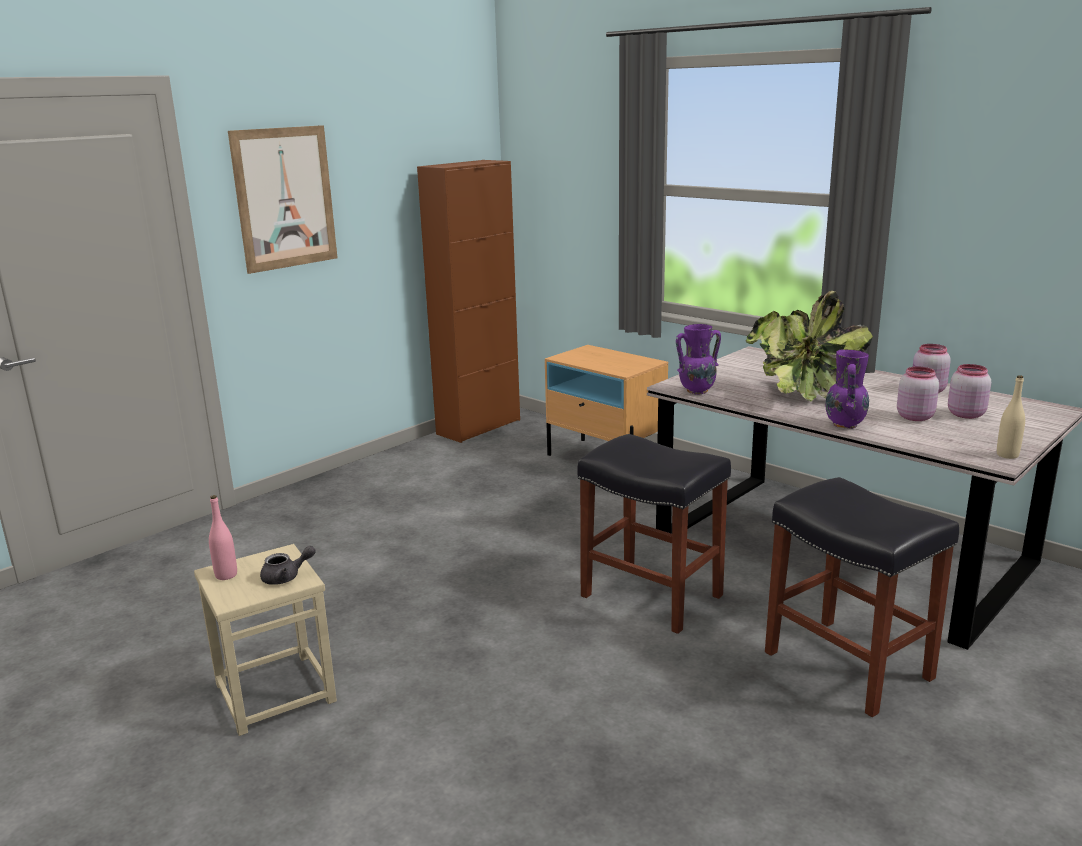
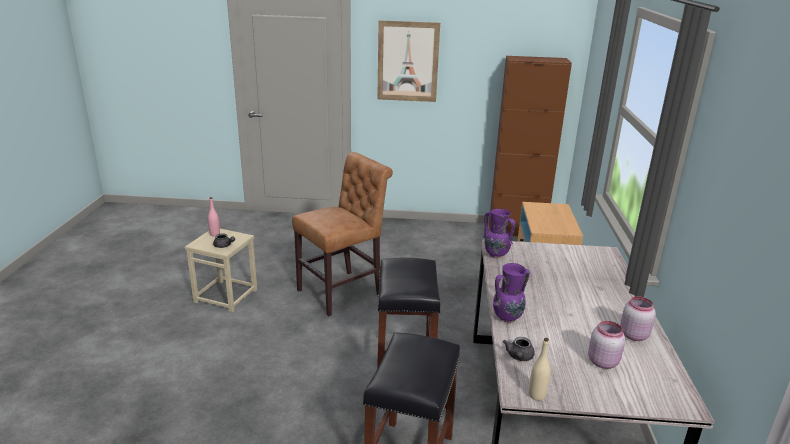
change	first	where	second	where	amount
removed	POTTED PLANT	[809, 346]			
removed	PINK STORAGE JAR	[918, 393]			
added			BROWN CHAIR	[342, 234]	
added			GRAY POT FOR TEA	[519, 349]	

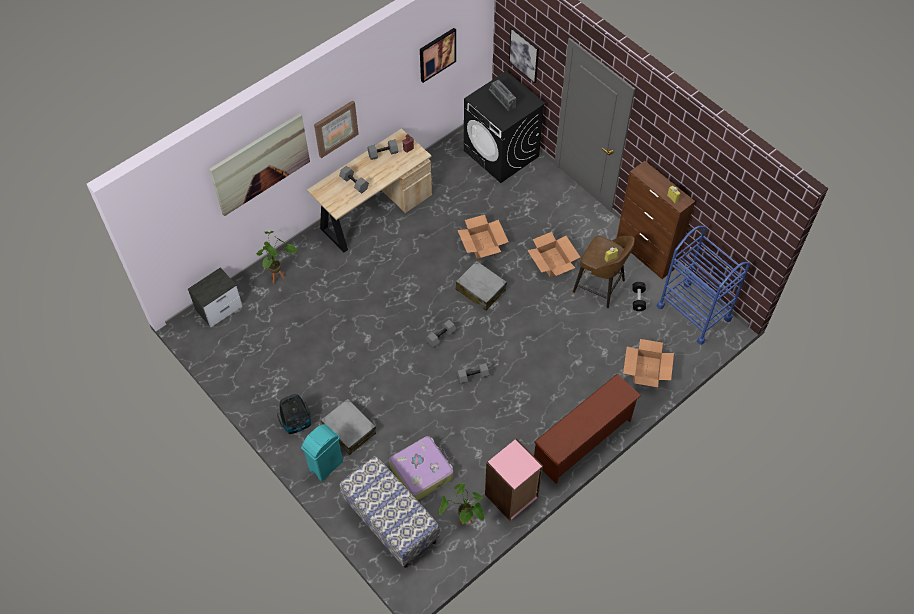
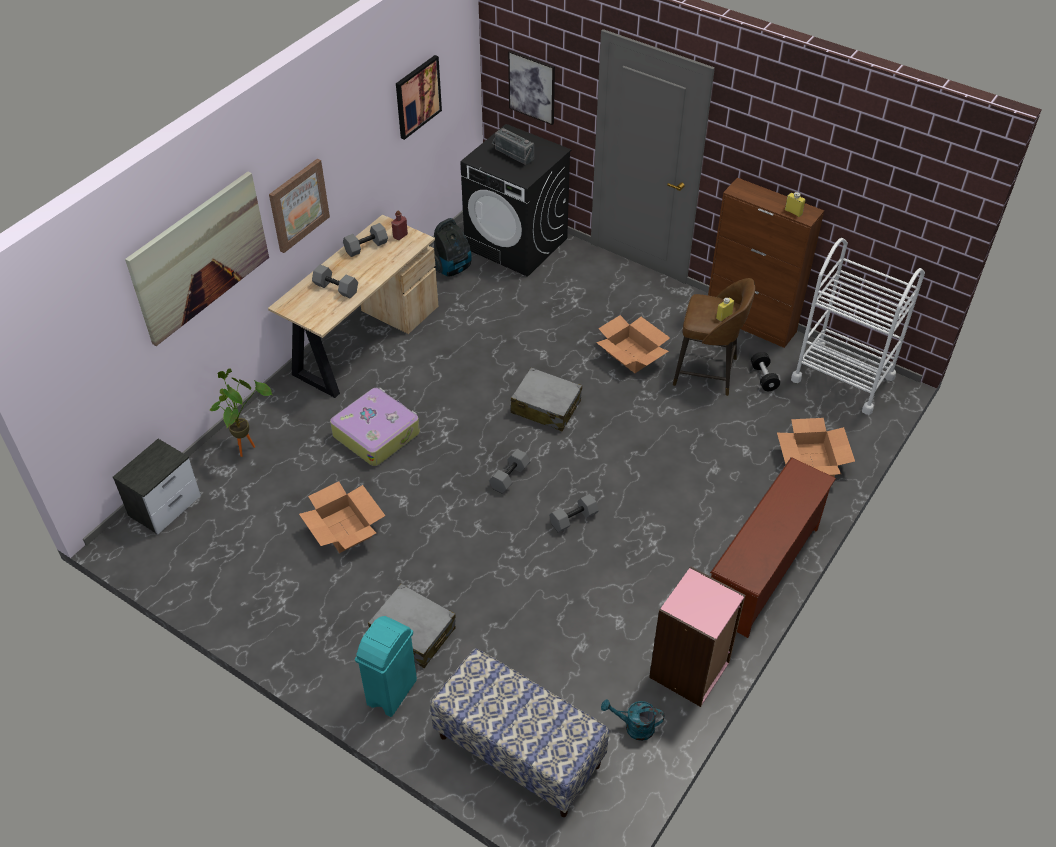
change	first	where	second	where	amount
moved	CARTON	[483, 237]		[342, 517]	
recoloured	BLUE WHEELED CART	[703, 285]	WHITE-COLOURED WHEELED CART	[858, 326]	
moved	VACUUM CLEANER	[294, 414]		[453, 247]	
moved	SUITCASE	[421, 468]		[375, 427]	
replaced	POTTED PLANT	[461, 504]	BLUE-GREEN WATERING POT	[632, 720]	

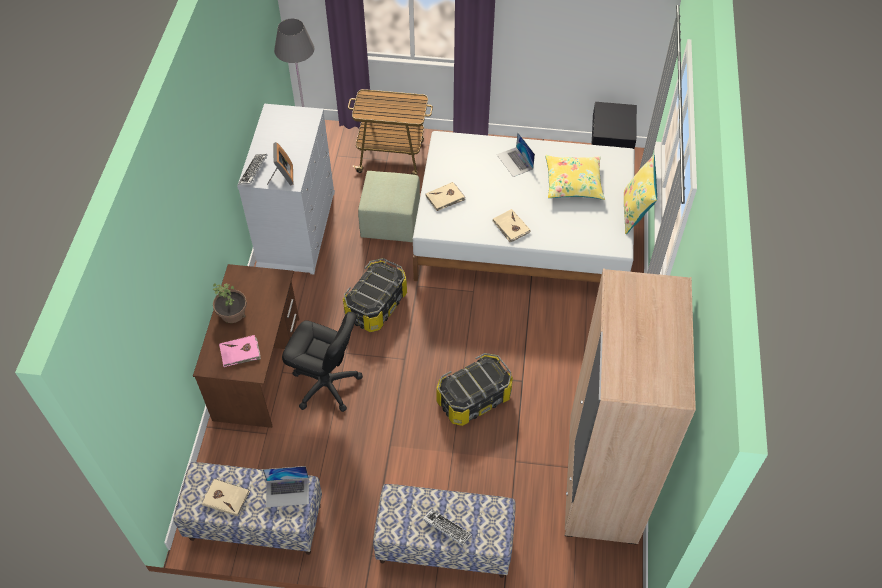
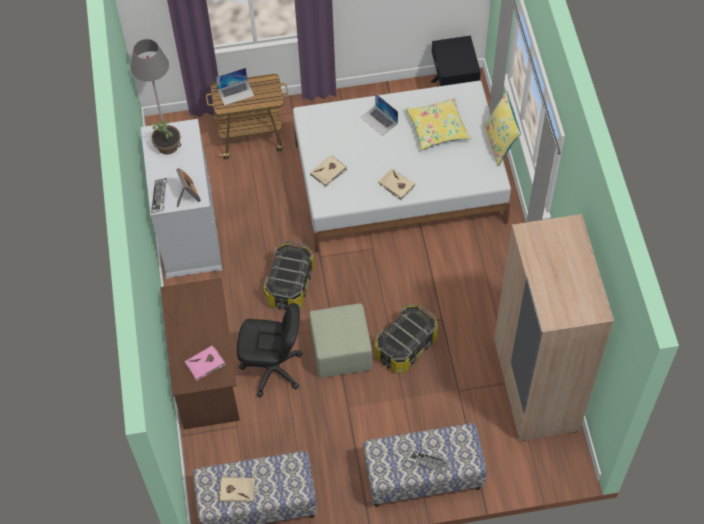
change	first	where	second	where	amount
moved	GREEN-COLOURED OTTOMAN	[389, 206]		[340, 341]	
moved	POTTED PLANT	[230, 303]		[165, 137]	
moved	NOTEBOOK COMPUTER	[286, 486]		[235, 87]	

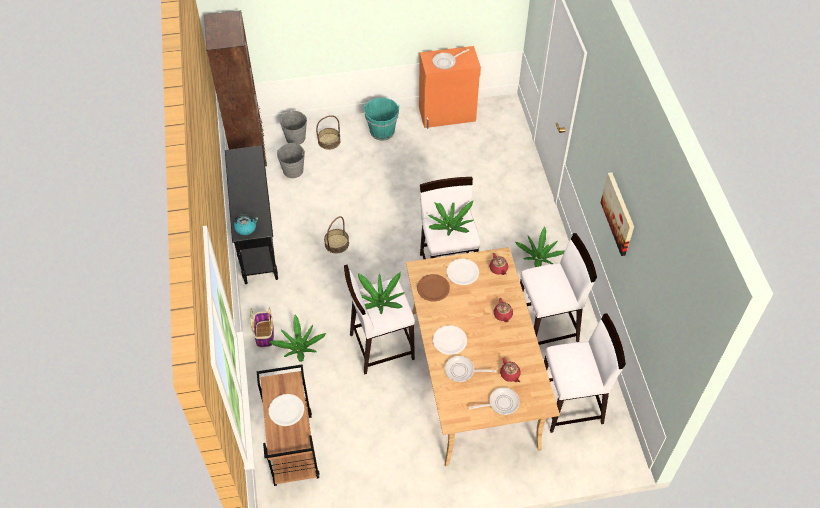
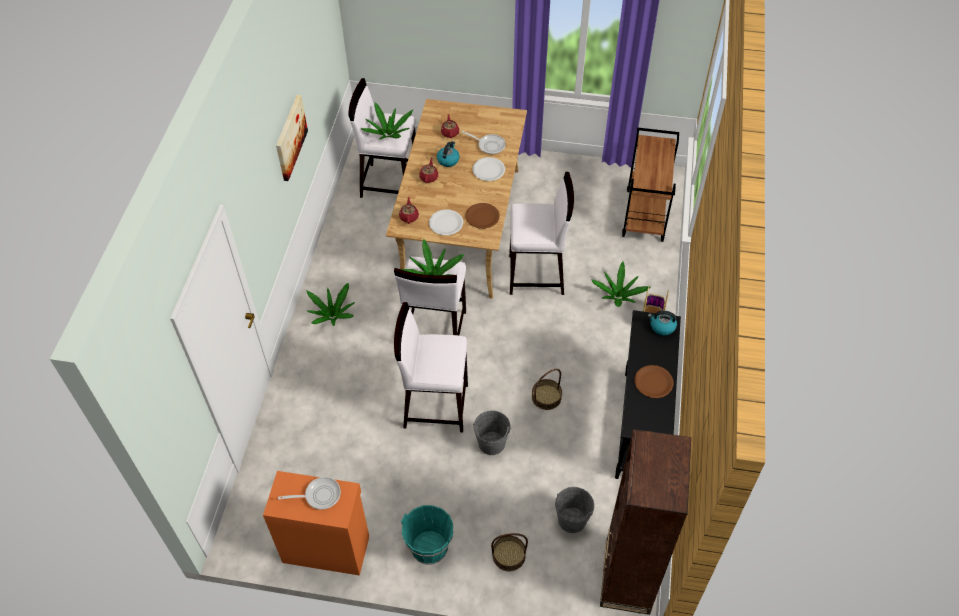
change	first	where	second	where	amount
moved	GRAY WATER BUCKET	[293, 127]		[492, 433]	
moved	WHITE-COLOURED SITTING STOOL	[558, 289]		[431, 367]	
moved	POTTED PLANT	[381, 293]		[387, 120]	
removed	PAN	[494, 401]			
removed	WHITE-COLOURED DINNER PLATE	[286, 410]			
added			KETTLE	[448, 154]	
added			BROWN DINNER PLATE	[653, 381]	

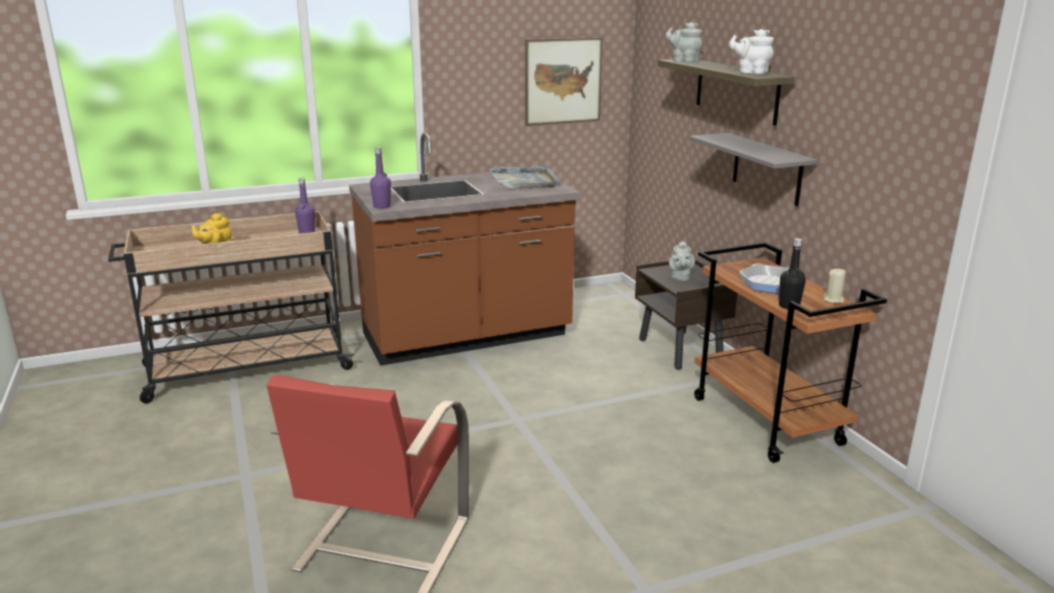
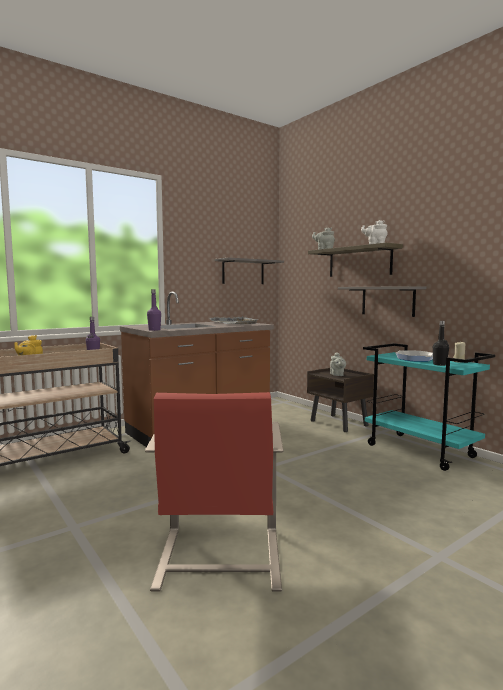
change	first	where	second	where	amount
replaced	WALL ART	[564, 81]	GRAY SHELF	[249, 271]	
recoloured	BROWN WHEELED CART	[790, 352]	BLUE-GREEN WHEELED CART	[429, 407]	

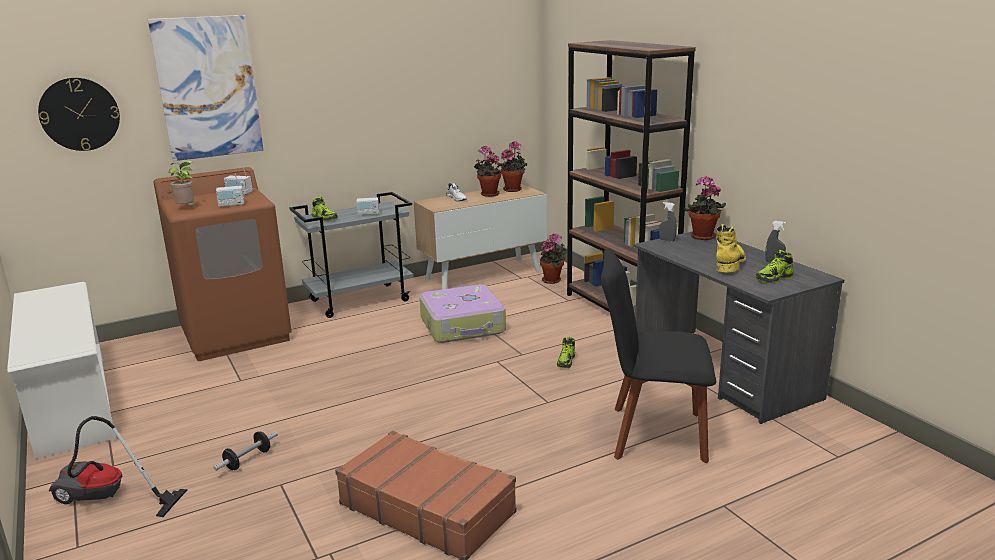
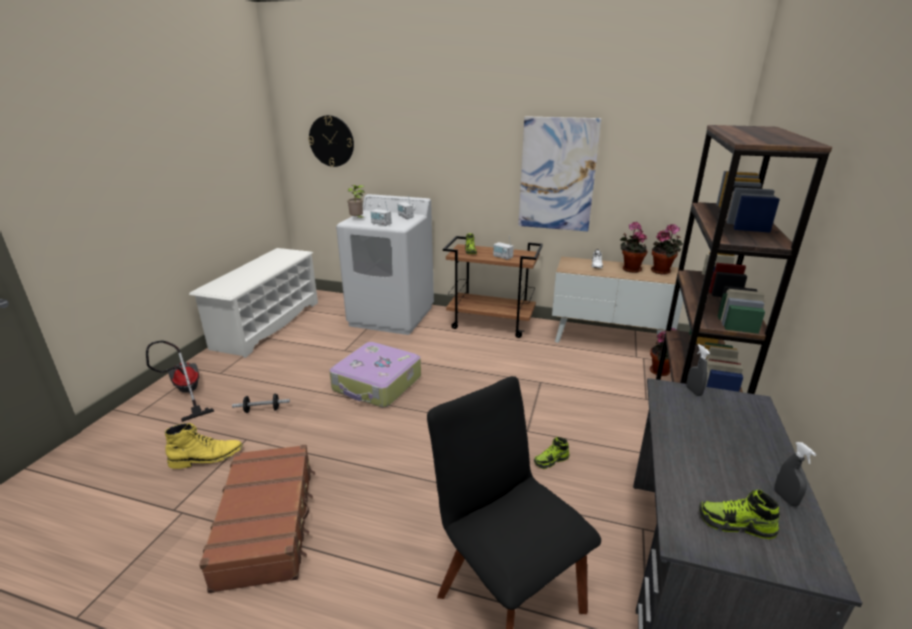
change	first	where	second	where	amount
moved	WALL ART	[205, 88]		[559, 174]	
recoloured	BROWN LAUNDRY MACHINE	[222, 264]	WHITE-COLOURED LAUNDRY MACHINE	[385, 264]	
removed	POTTED PLANT	[705, 208]			
recoloured	GRAY WHEELED CART	[351, 255]	BROWN WHEELED CART	[493, 287]	
moved	YELLOW-COLOURED BOOT	[731, 248]		[204, 446]	
moved	SUITCASE	[462, 313]		[375, 374]	

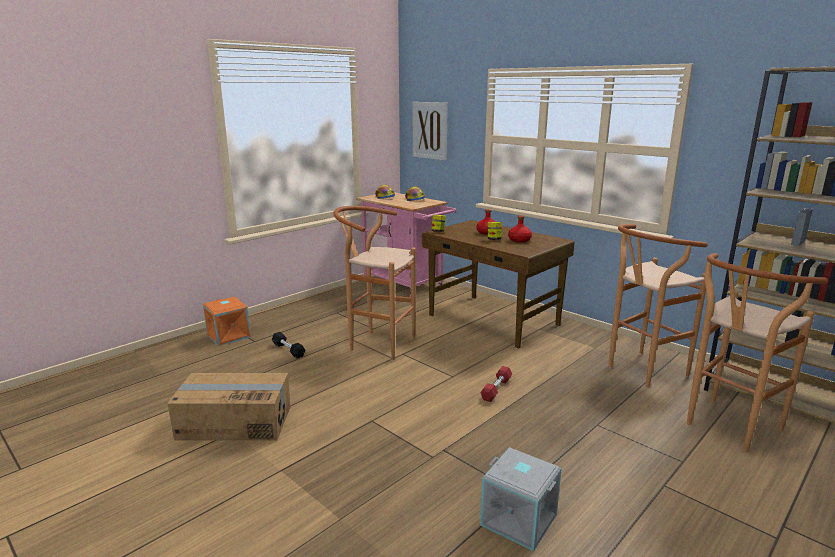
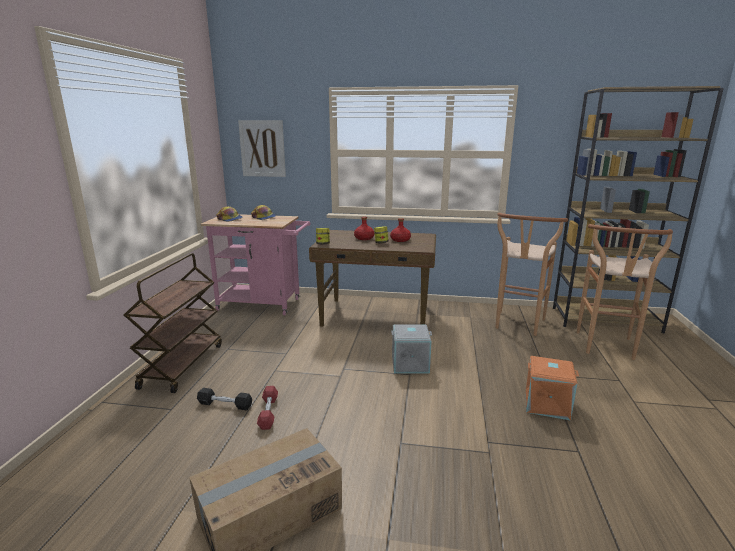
change	first	where	second	where	amount
removed	BROWN SITTING STOOL	[374, 283]			
moved	ORANGE STORAGE BIN	[227, 321]		[552, 388]	
moved	RED-COLOURED DUMBBELL	[496, 384]		[267, 408]	
moved	GRAY STORAGE BIN	[521, 499]		[411, 349]	
added			BROWN WHEELED CART	[173, 323]	

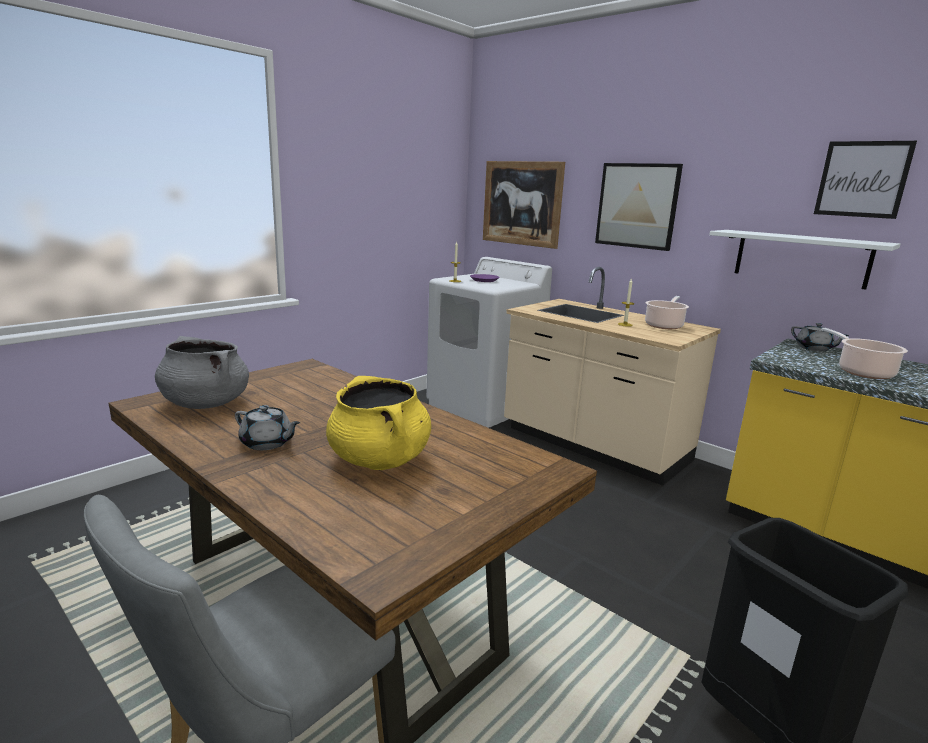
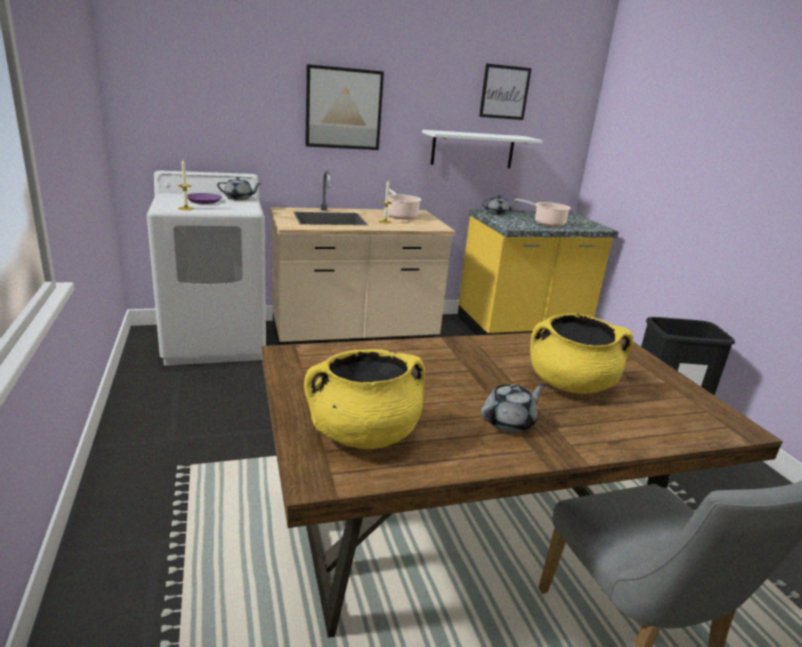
change	first	where	second	where	amount
removed	WALL ART	[524, 205]			
recoloured	GRAY STOCKPOT	[202, 372]	YELLOW-COLOURED STOCKPOT	[364, 399]	
added			GRAY POT FOR TEA	[239, 188]	

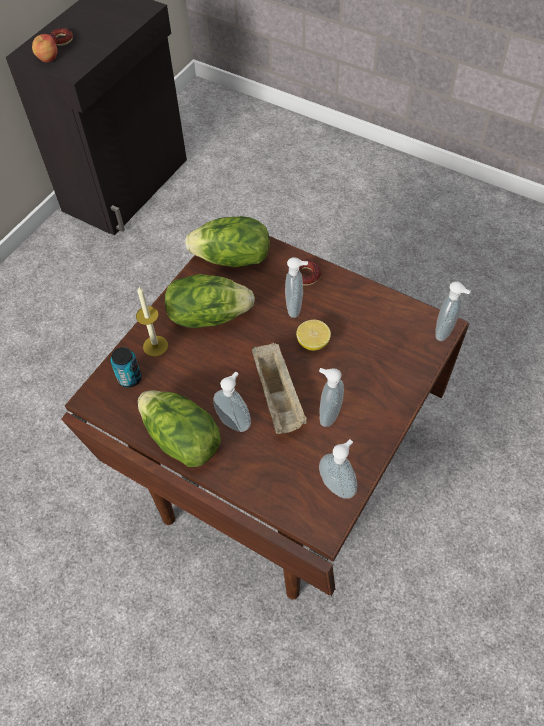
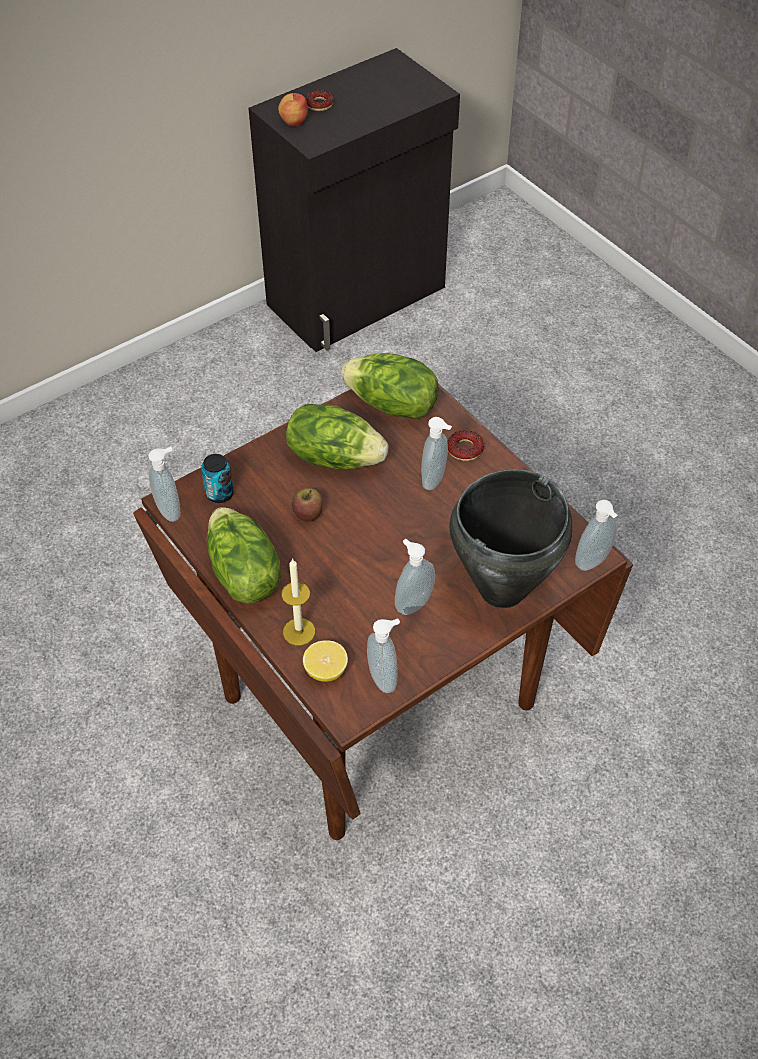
change	first	where	second	where	amount
moved	WAX LIGHT	[152, 321]		[298, 601]	
moved	WHOLE LEMON	[313, 335]		[325, 661]	
removed	BEIGE-COLOURED TRAY	[279, 388]			
moved	SOAP DISPENSER	[232, 402]		[164, 484]	
added			BLACK-COLOURED STOCKPOT	[511, 538]	
added			WHOLE APPLE	[307, 505]	

